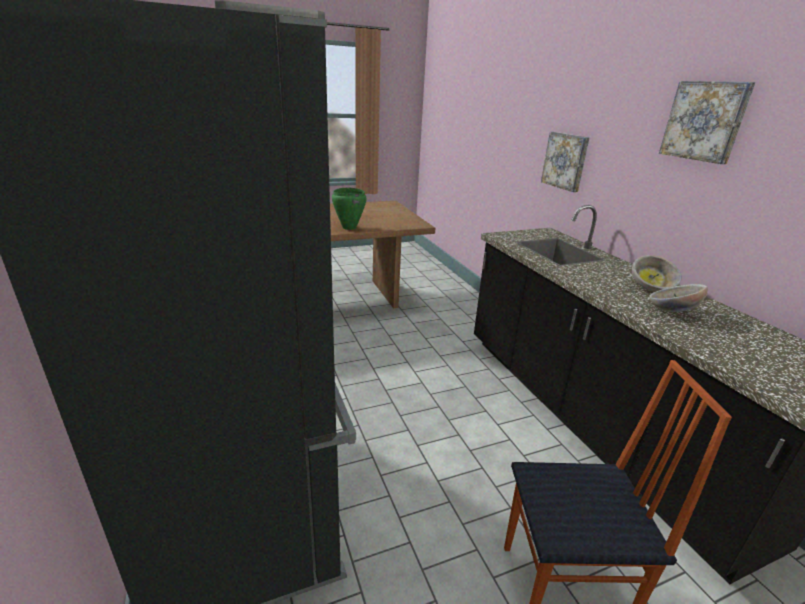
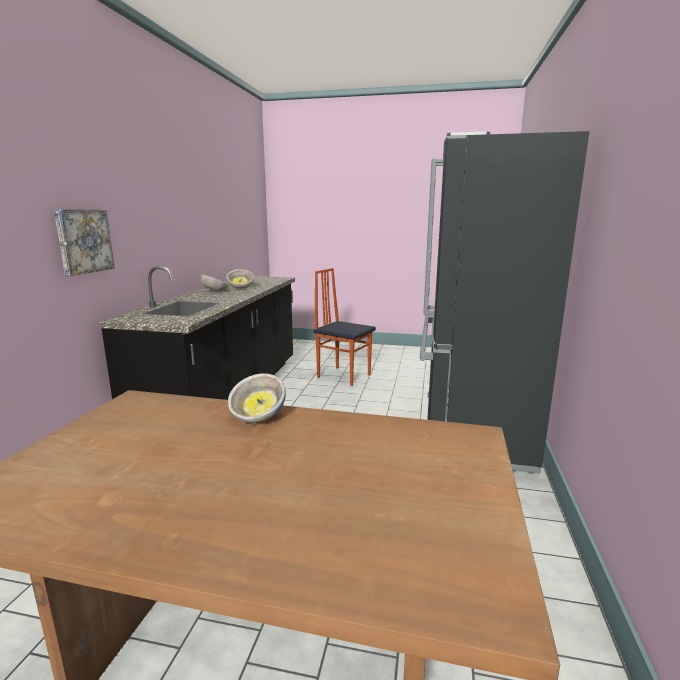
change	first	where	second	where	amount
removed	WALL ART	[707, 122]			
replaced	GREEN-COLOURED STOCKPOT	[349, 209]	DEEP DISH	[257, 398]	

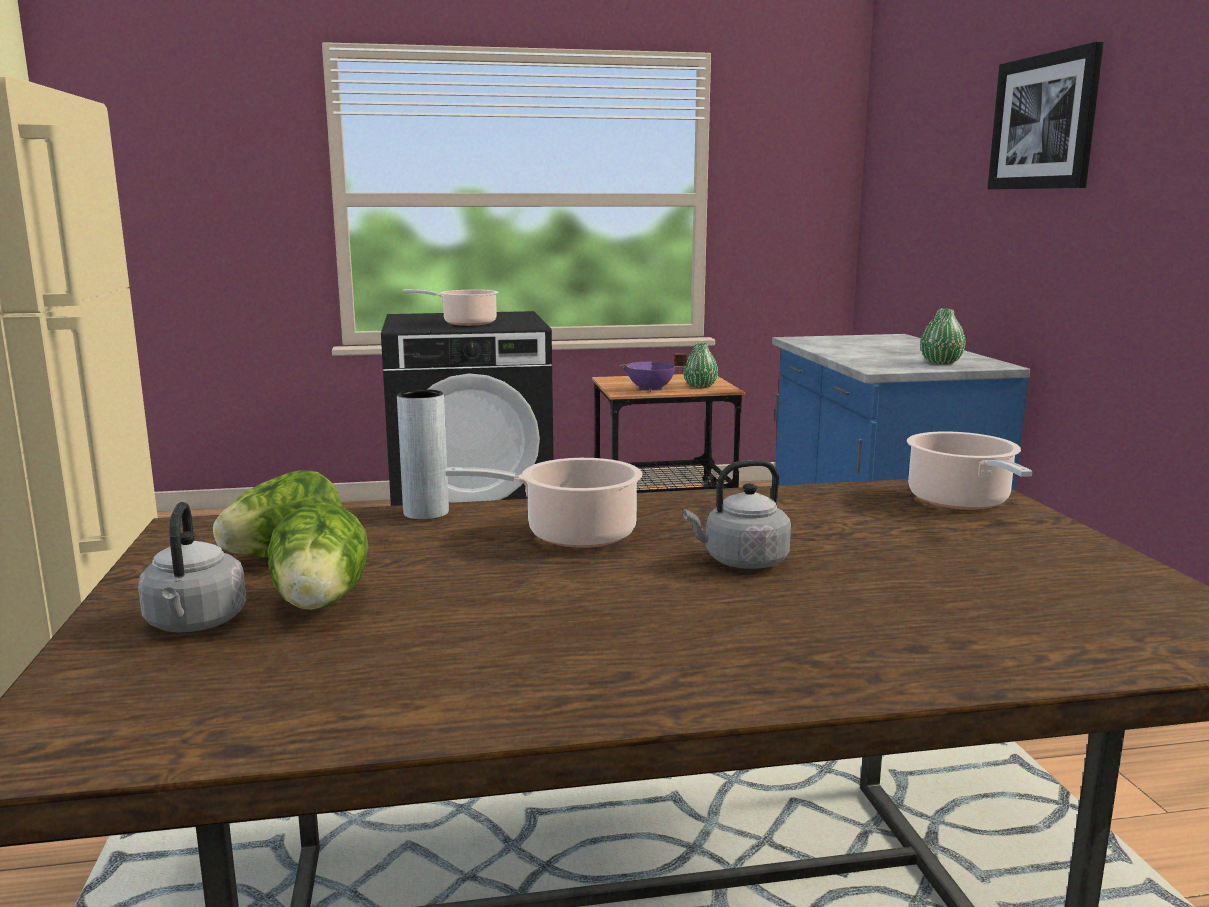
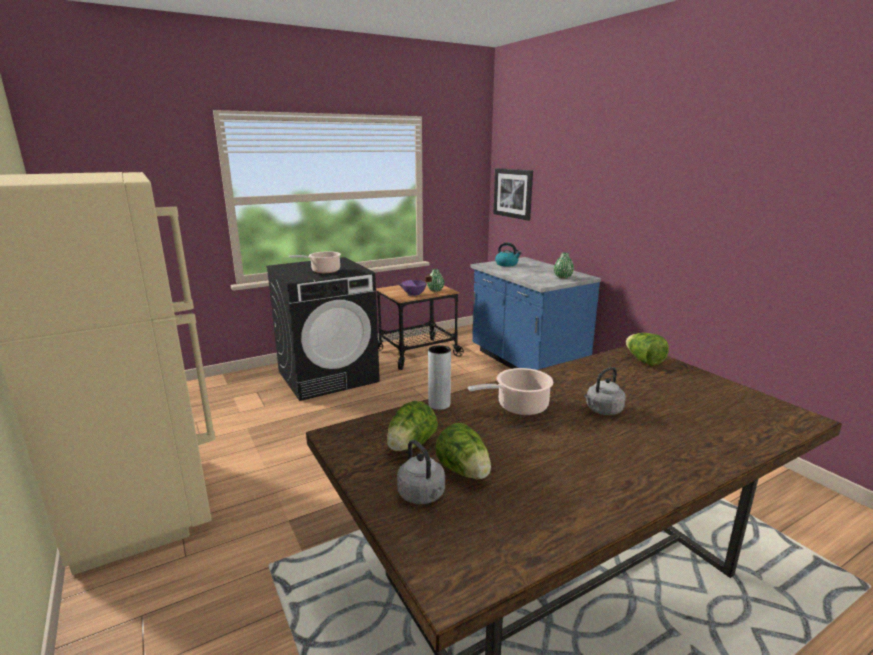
change	first	where	second	where	amount
moved	WALL ART	[1045, 116]		[513, 194]	
replaced	STOCKPOT	[969, 471]	LETTUCE HEAD	[647, 349]	
added			KETTLE	[508, 254]	

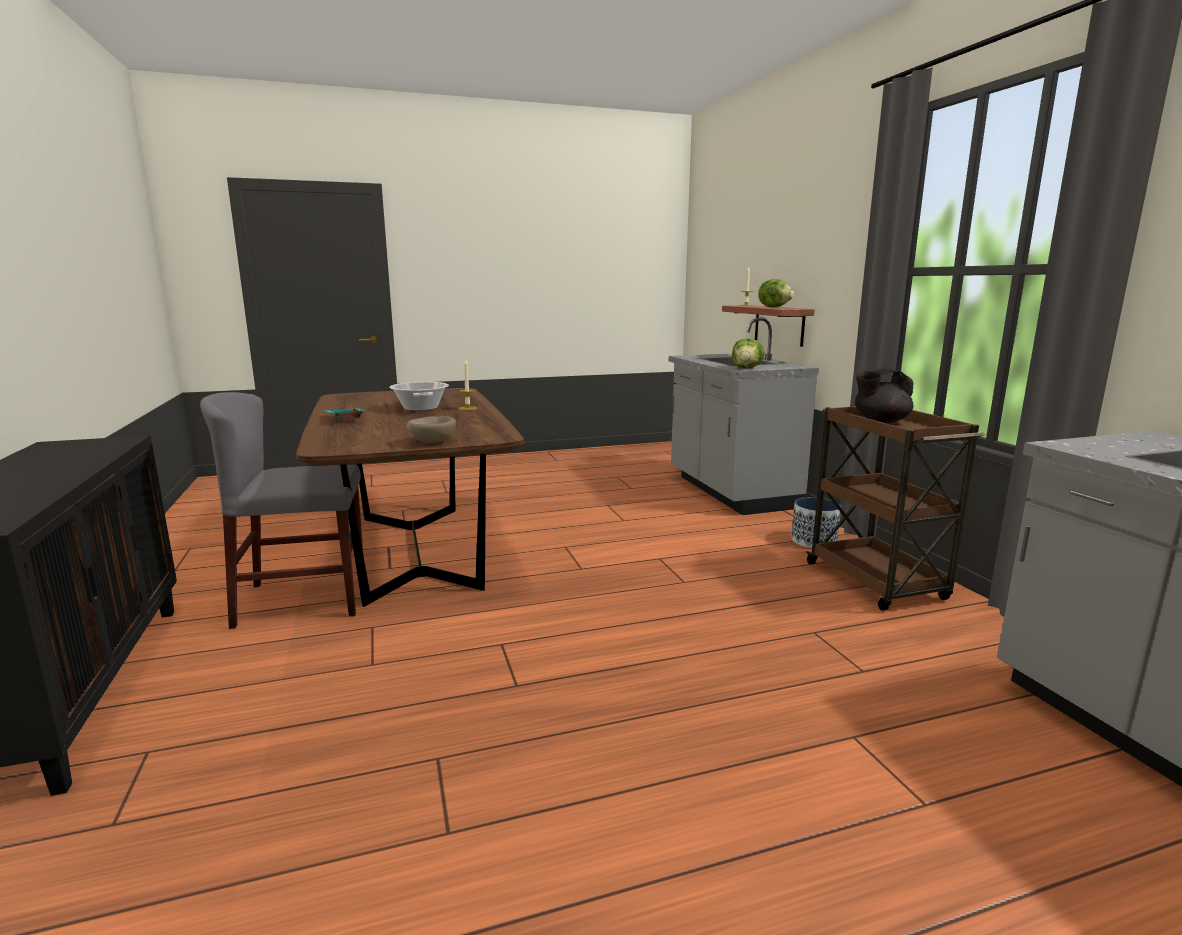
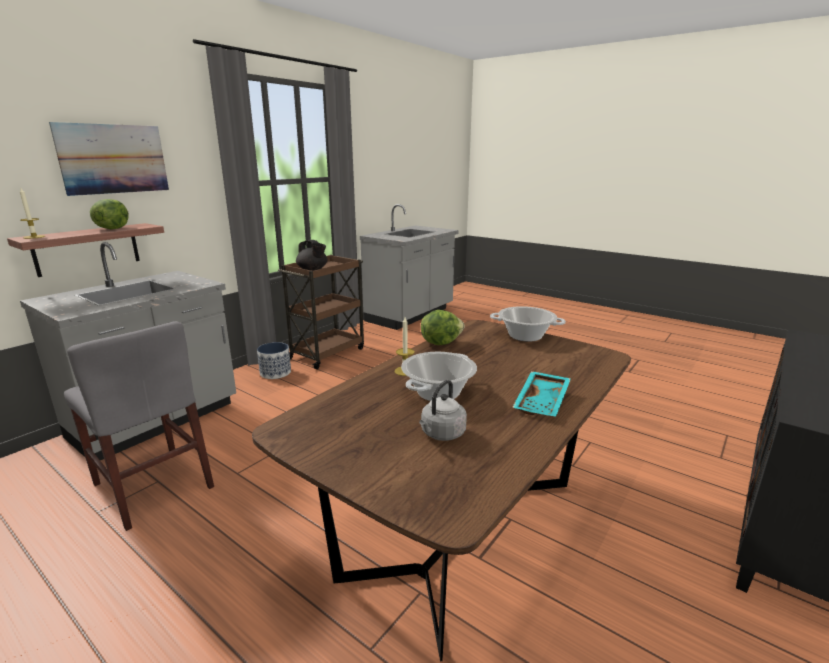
change	first	where	second	where	amount
moved	LETTUCE HEAD	[748, 353]		[442, 327]	
moved	GRAY CHAIR	[282, 510]		[139, 426]	
replaced	BEIGE-COLOURED DEEP DISH	[431, 429]	STOCKPOT	[528, 324]	
added			WALL ART	[109, 159]	
added			GRAY KETTLE	[443, 410]	

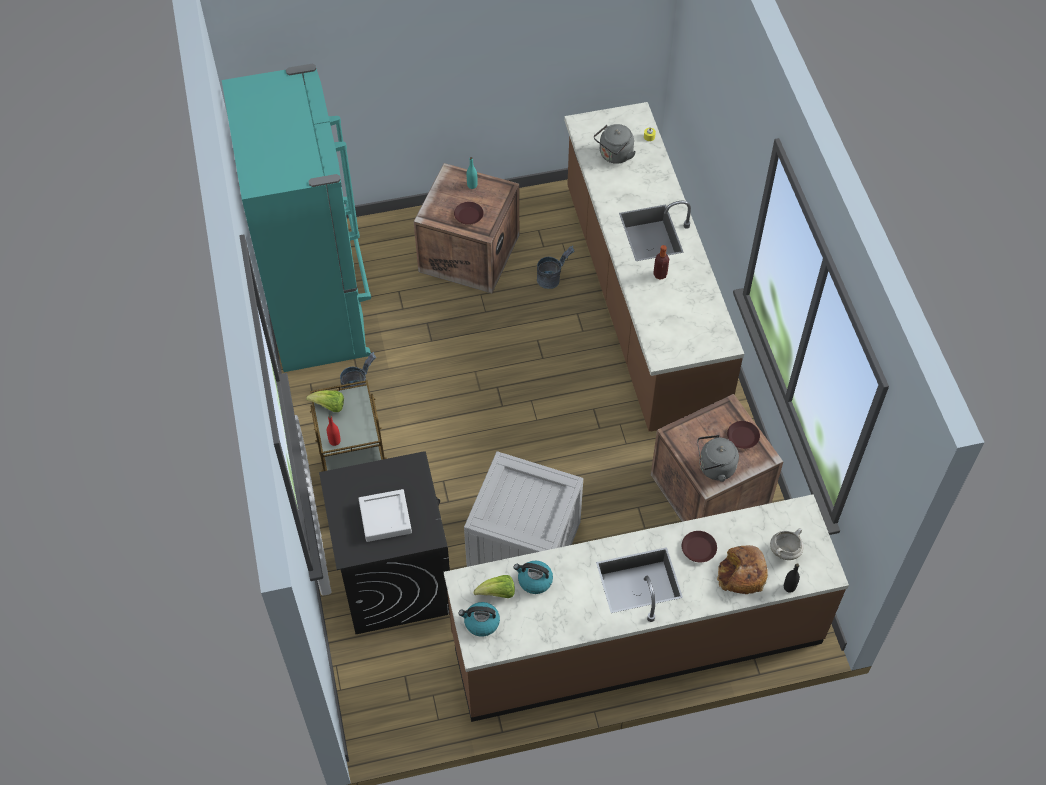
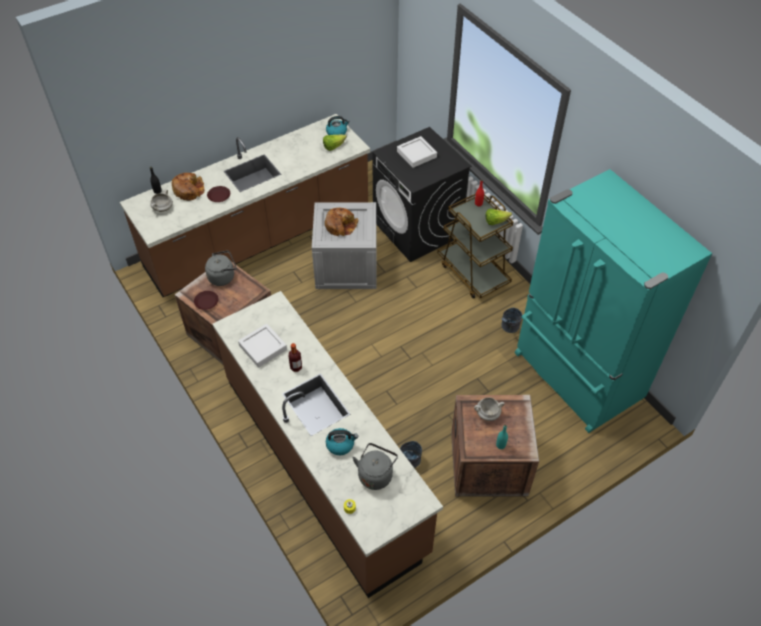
change	first	where	second	where	amount
replaced	BROWN DINNER PLATE	[469, 213]	WHITE-COLOURED STOCKPOT	[489, 409]	
moved	KETTLE	[533, 577]		[342, 441]	
added			BAKERY BREAD	[341, 222]	
added			WHITE-COLOURED TRAY	[262, 346]	

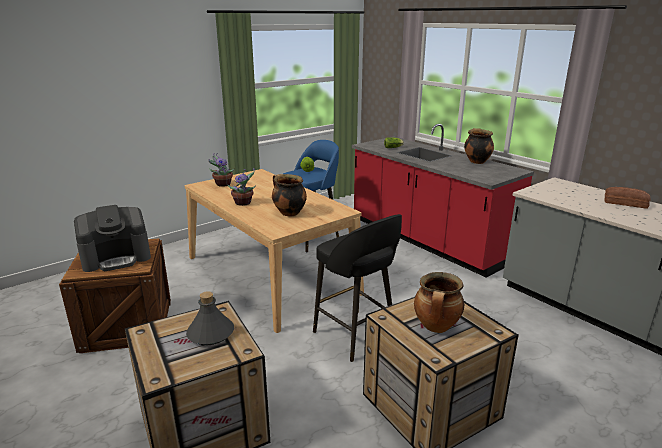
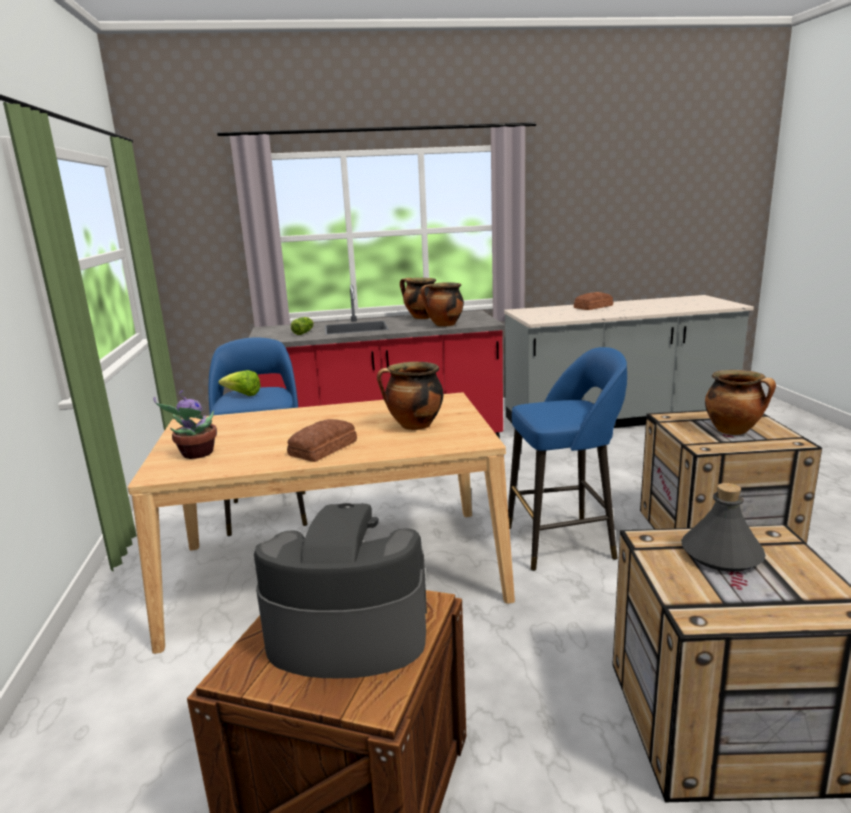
change	first	where	second	where	amount
replaced	POTTED PLANT	[241, 187]	BAKERY BREAD	[322, 440]	
turned	COFFEE MACHINE	[112, 238]		[340, 590]	90 degrees counterclockwise
recoloured	BLACK-COLOURED SITTING STOOL	[357, 288]	BLUE SITTING STOOL	[567, 459]	
added			STOCKPOT	[442, 304]	

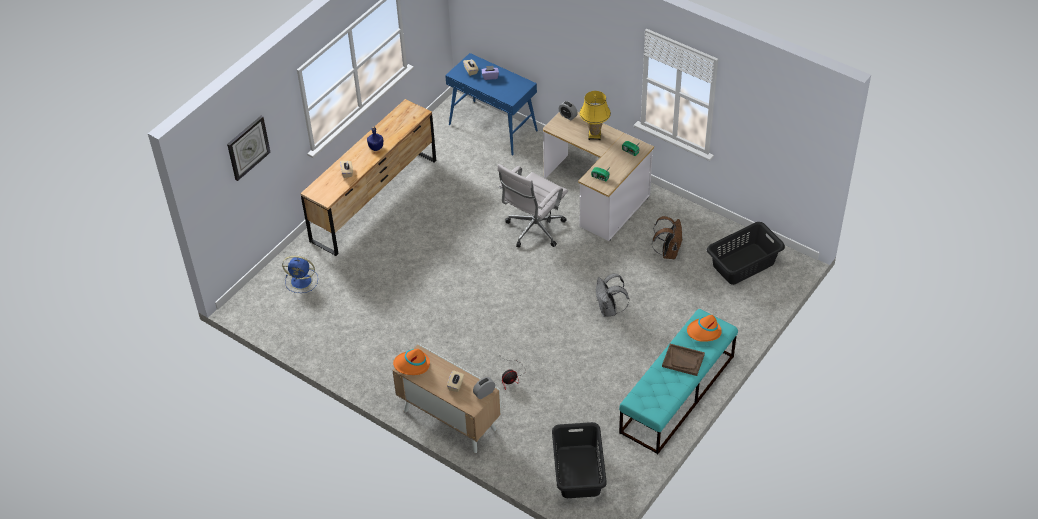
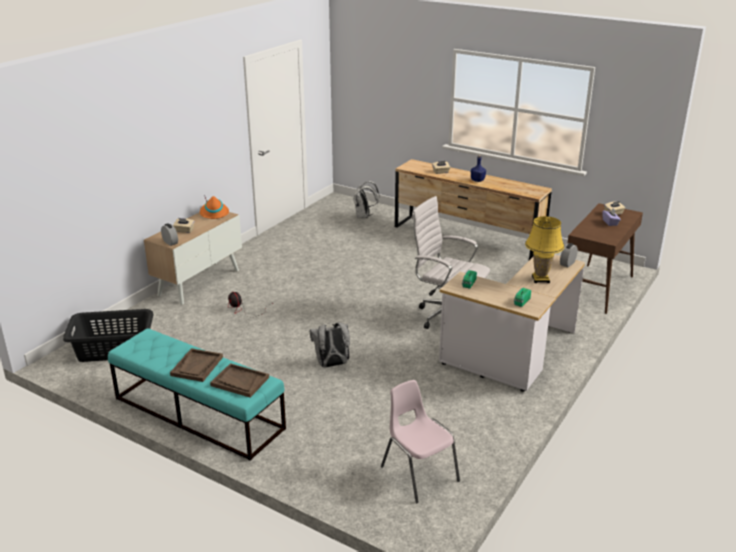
change	first	where	second	where	amount
recoloured	BLUE CONSOLE TABLE	[491, 104]	BROWN CONSOLE TABLE	[605, 258]	
removed	WALL CLOCK	[249, 148]			
removed	BROWN KNAPSACK	[667, 237]			
replaced	BLACK-COLOURED HAMPER	[746, 253]	PINK CHAIR	[420, 441]	
replaced	BLUE COOLING FAN	[300, 274]	WHITE-COLOURED KNAPSACK	[366, 199]	
replaced	ORANGE WEARABLE HAT	[704, 328]	BROWN TRAY	[239, 380]	

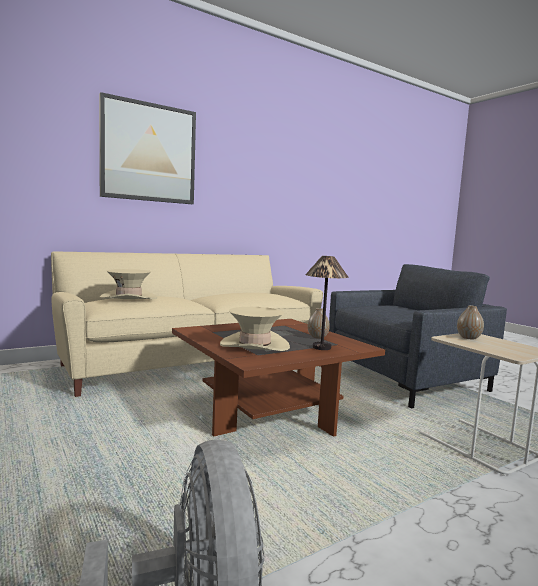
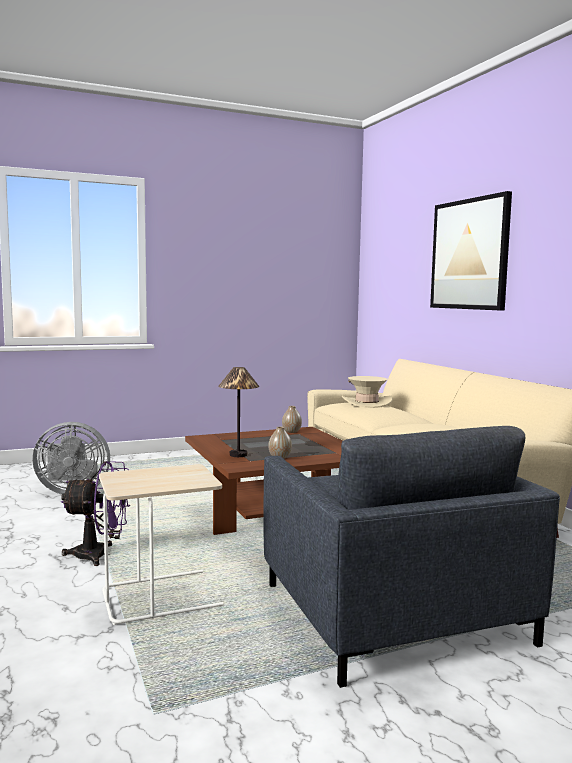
change	first	where	second	where	amount
moved	VASE	[470, 322]		[292, 419]	
removed	BEIGE-COLOURED WEARABLE HAT	[255, 329]			
added			PURPLE COOLING FAN	[95, 513]	

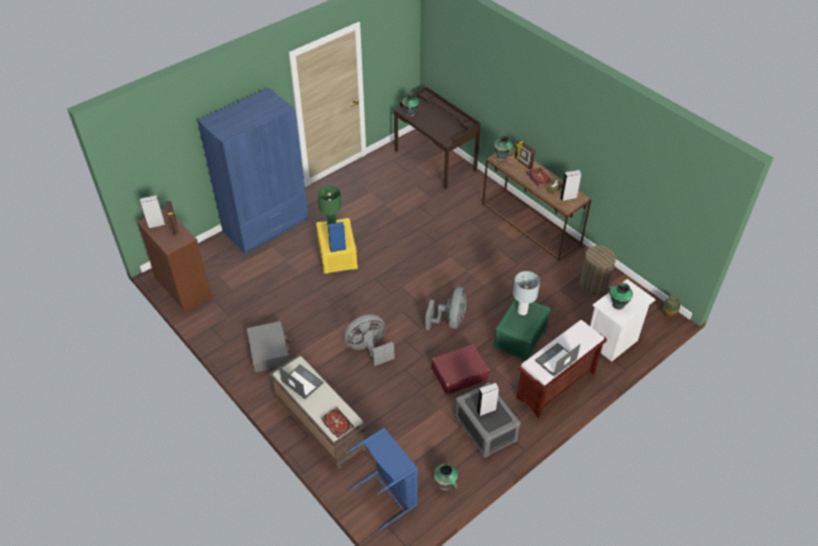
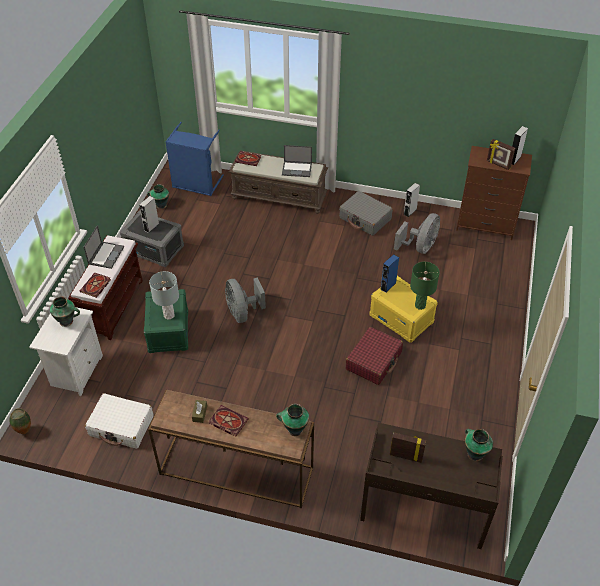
change	first	where	second	where	amount
removed	BLUE ARMOIRE	[252, 171]			
moved	PHOTO FRAME	[525, 154]		[408, 447]	
moved	GRAY AUDIO SPEAKER	[571, 186]		[411, 200]	
replaced	HAMPER	[598, 270]	WHITE-COLOURED SUITCASE	[119, 421]	
moved	GRAY COOLING FAN	[369, 340]		[417, 233]	
moved	RED-COLOURED SUITCASE	[460, 369]		[374, 356]	
added			BOOK	[95, 285]	

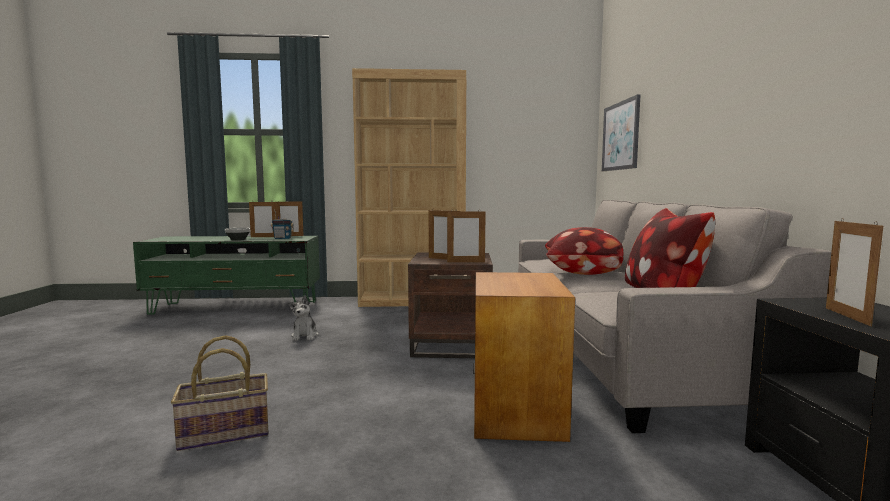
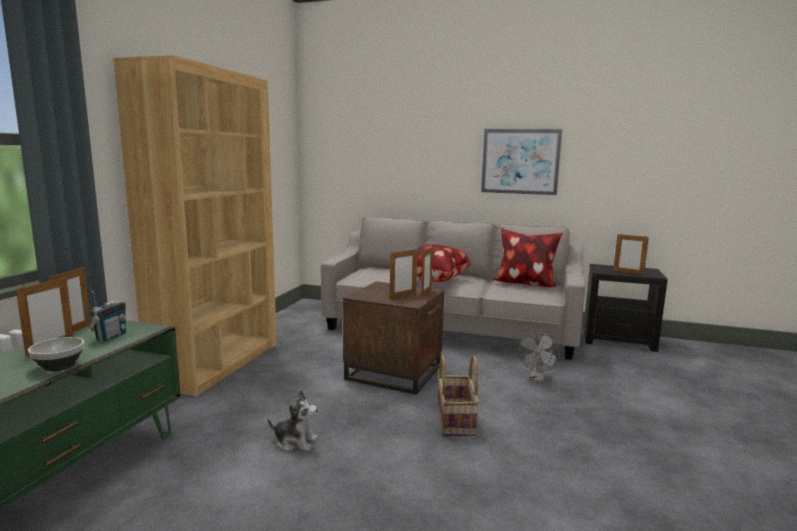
change	first	where	second	where	amount
moved	WALL ART	[621, 132]		[521, 162]	
replaced	BROWN END TABLE	[524, 357]	GRAY COOLING FAN	[539, 357]	
moved	STORAGE BASKET	[219, 393]		[458, 395]	

